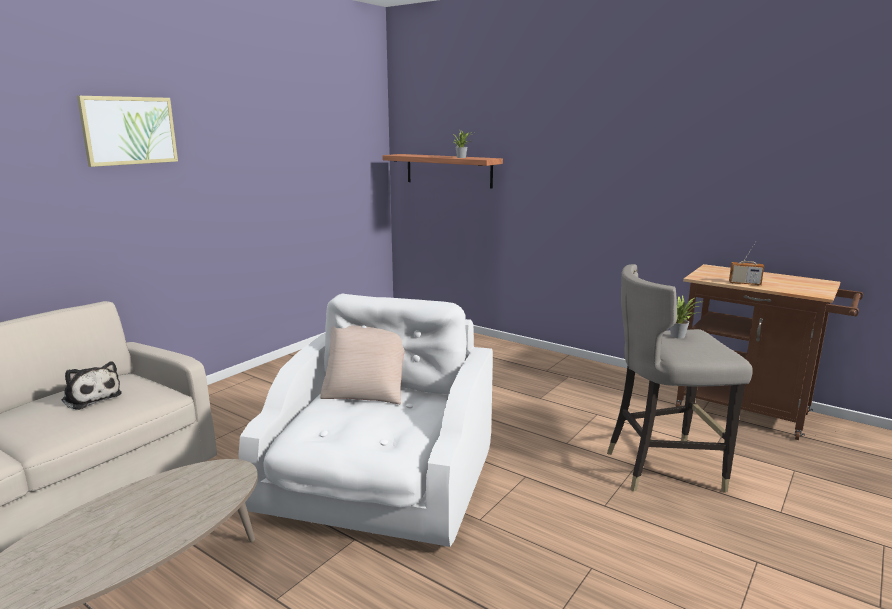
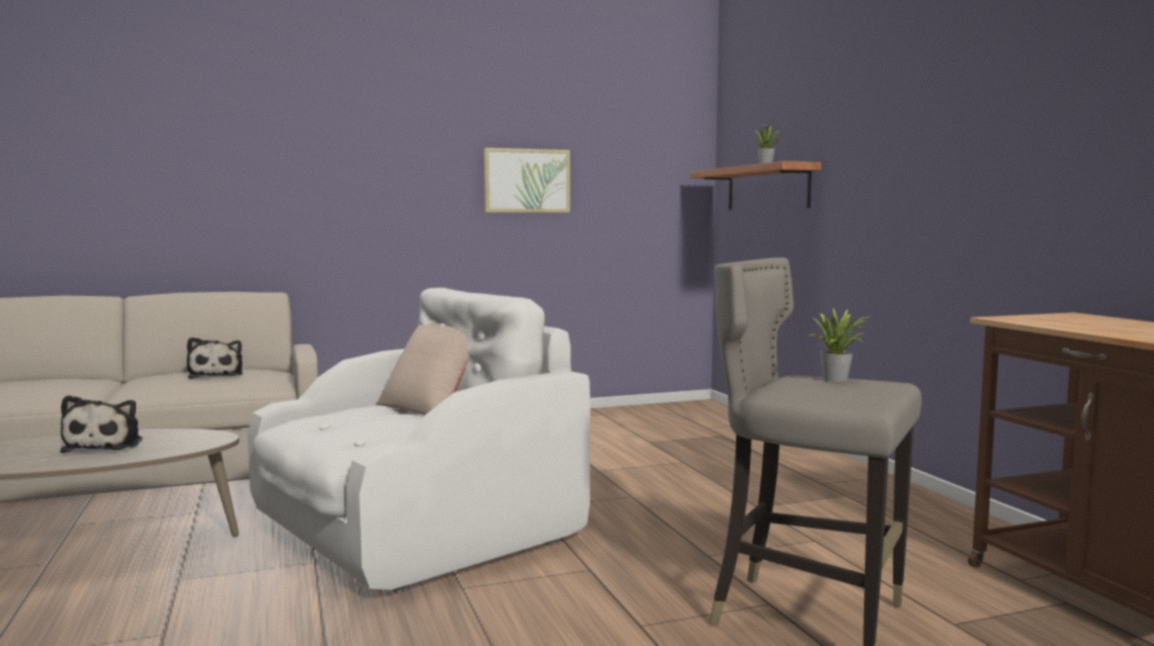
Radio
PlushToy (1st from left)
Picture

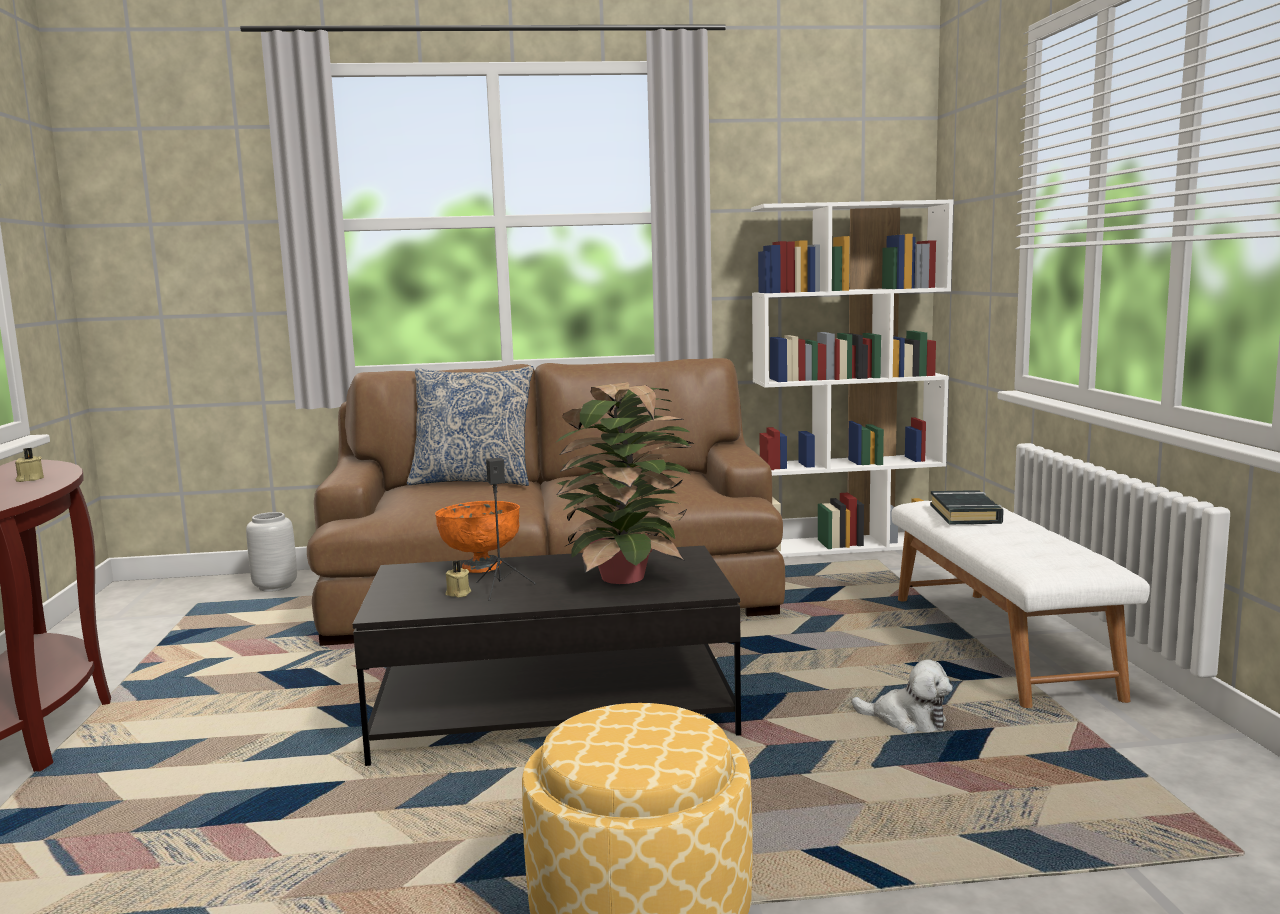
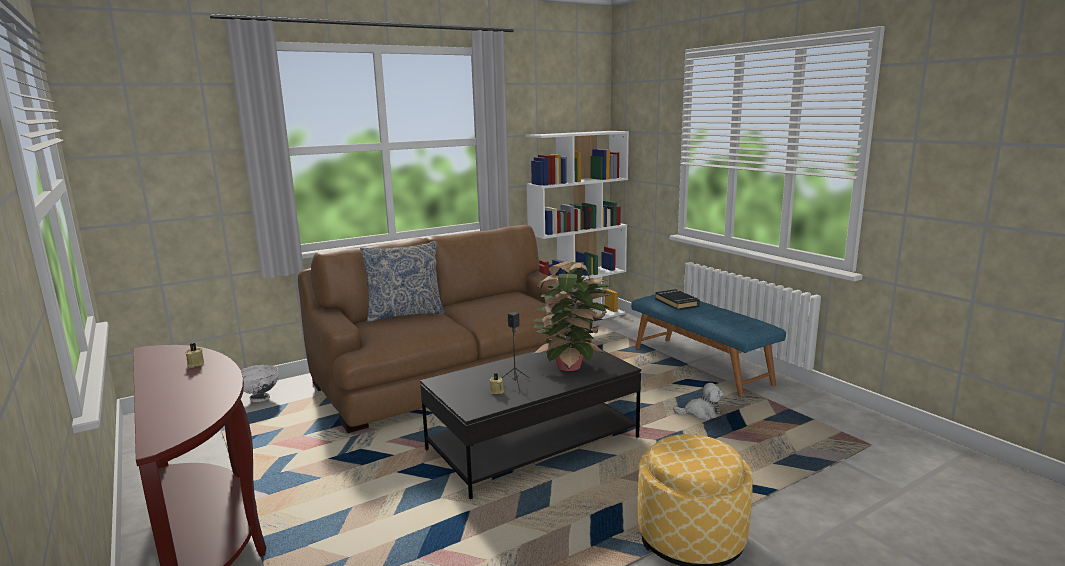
OrangeBowl
WhiteBowl
BlueBench

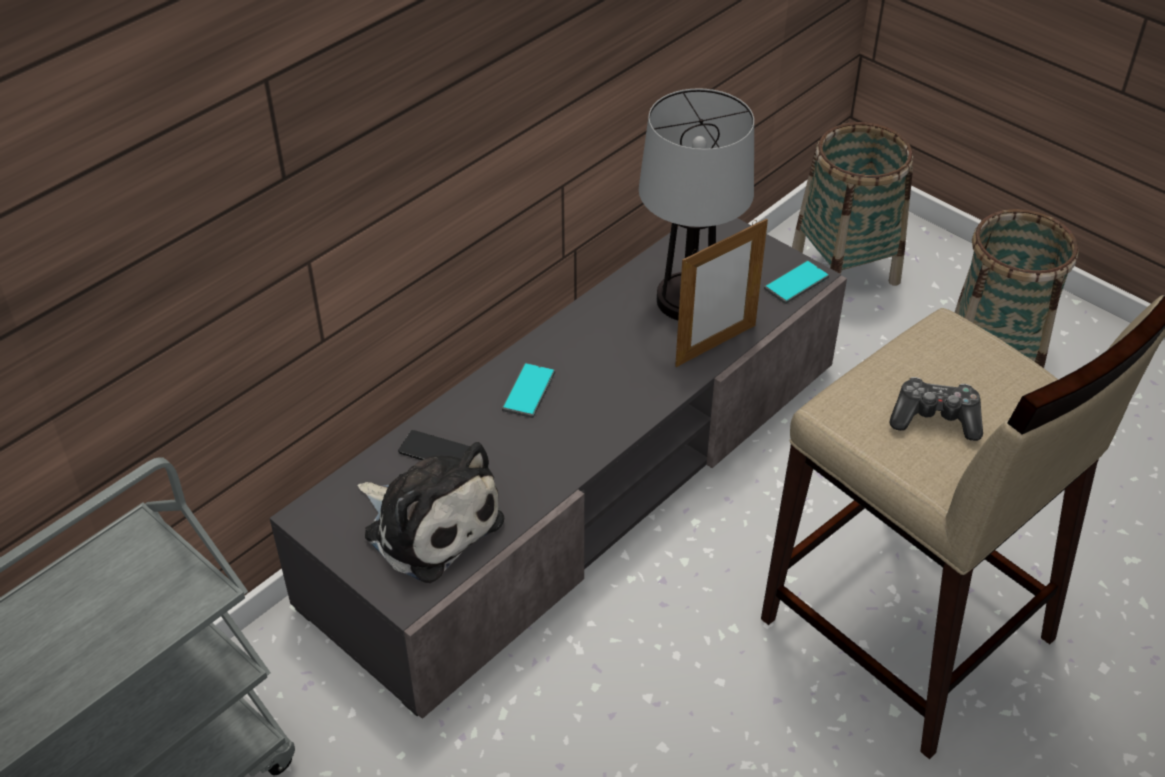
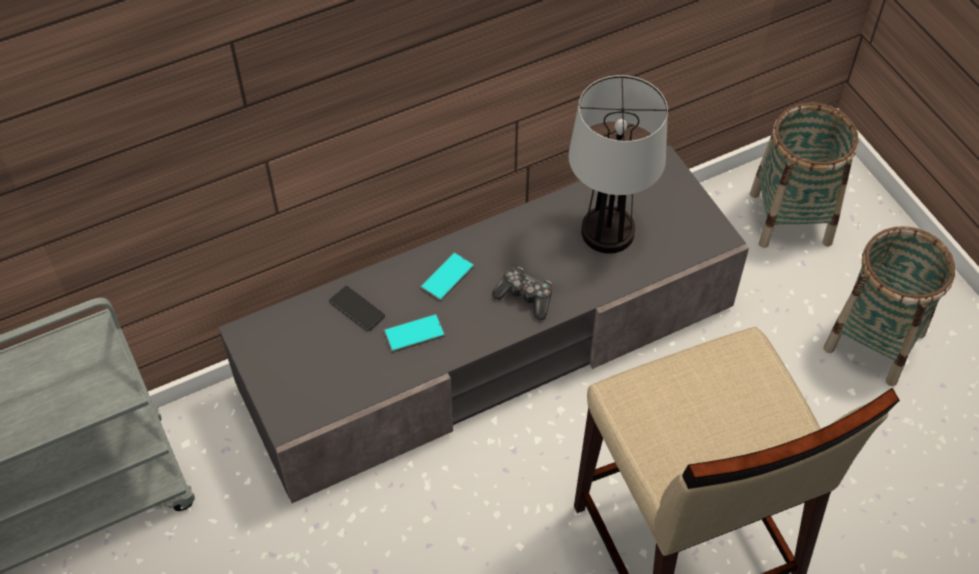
PlushToy
PictureFrame
Phone (2nd from left)
GameController

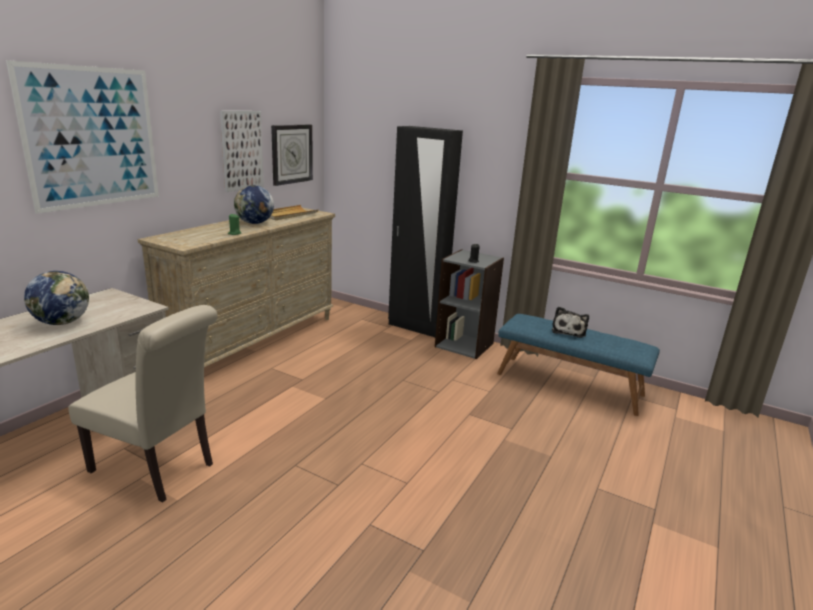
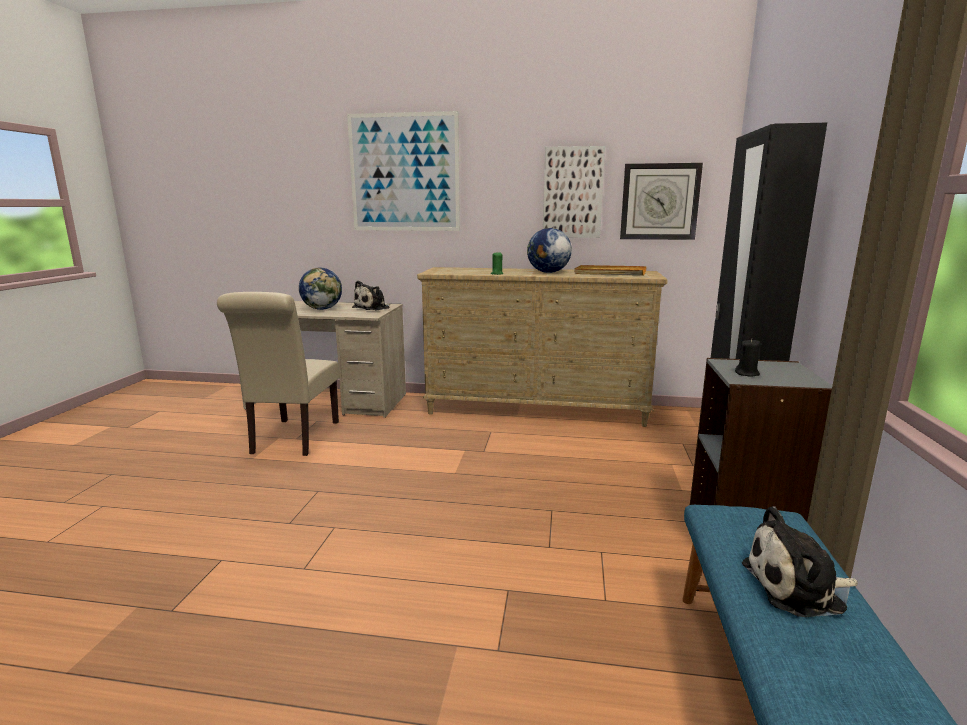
PlushToy (1st from left)

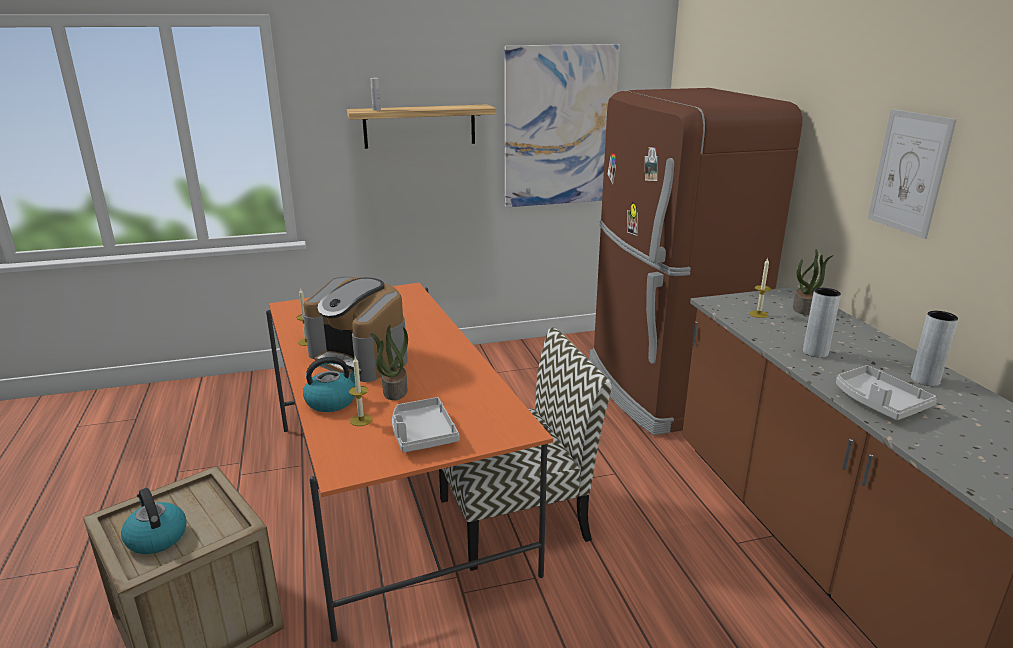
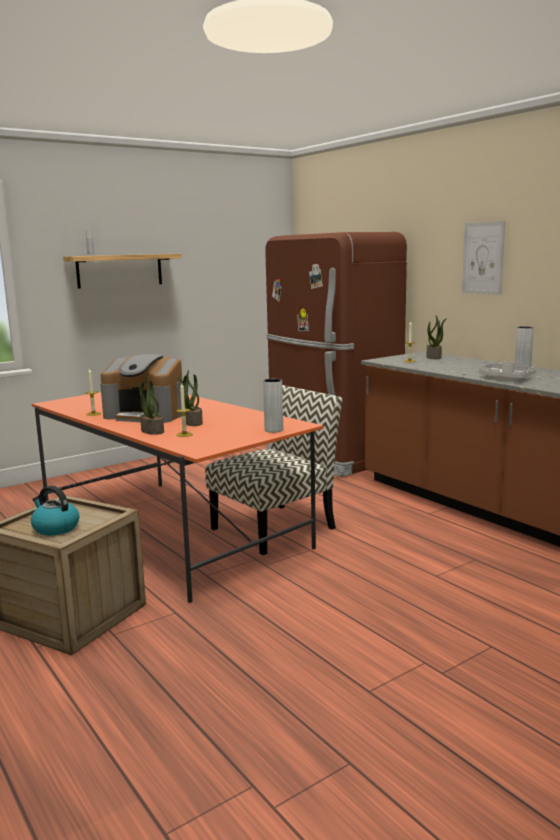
GreyTray (1st from left in the first image)
Picture (1st from left in the first image)
GreyVase (1st from left)
PottedPlant (1st from left)

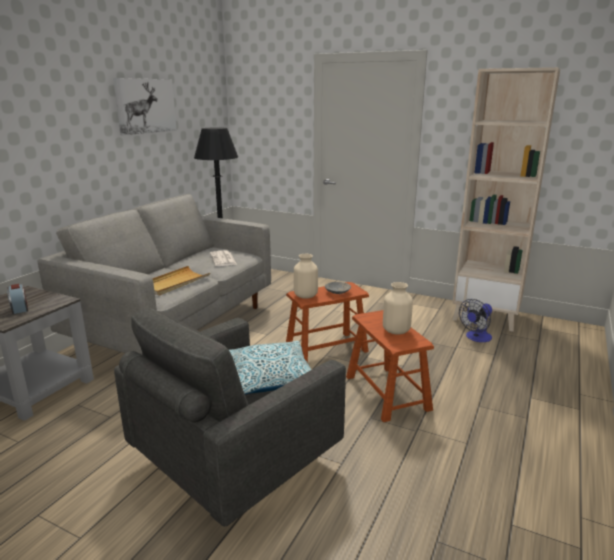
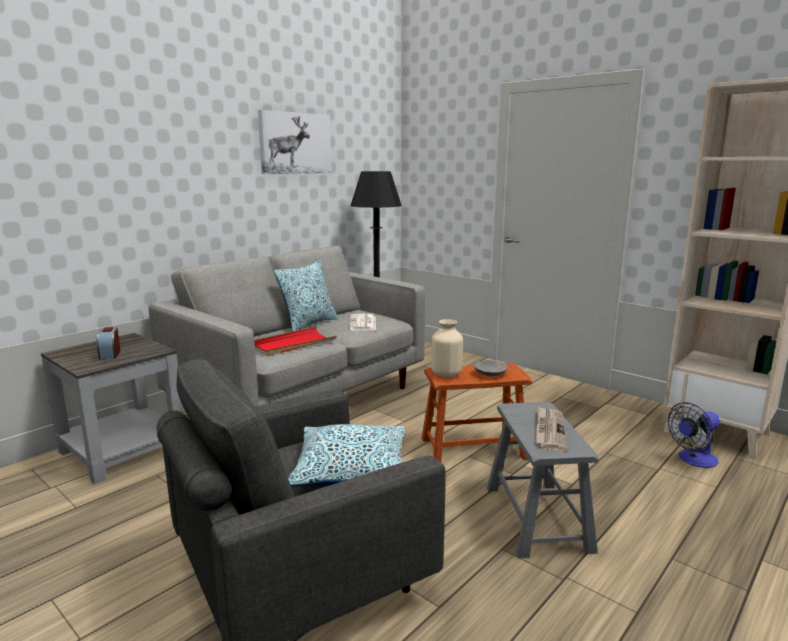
Pillow (1st from left)
Newspaper (2nd from left)
RedTray
GreyStool

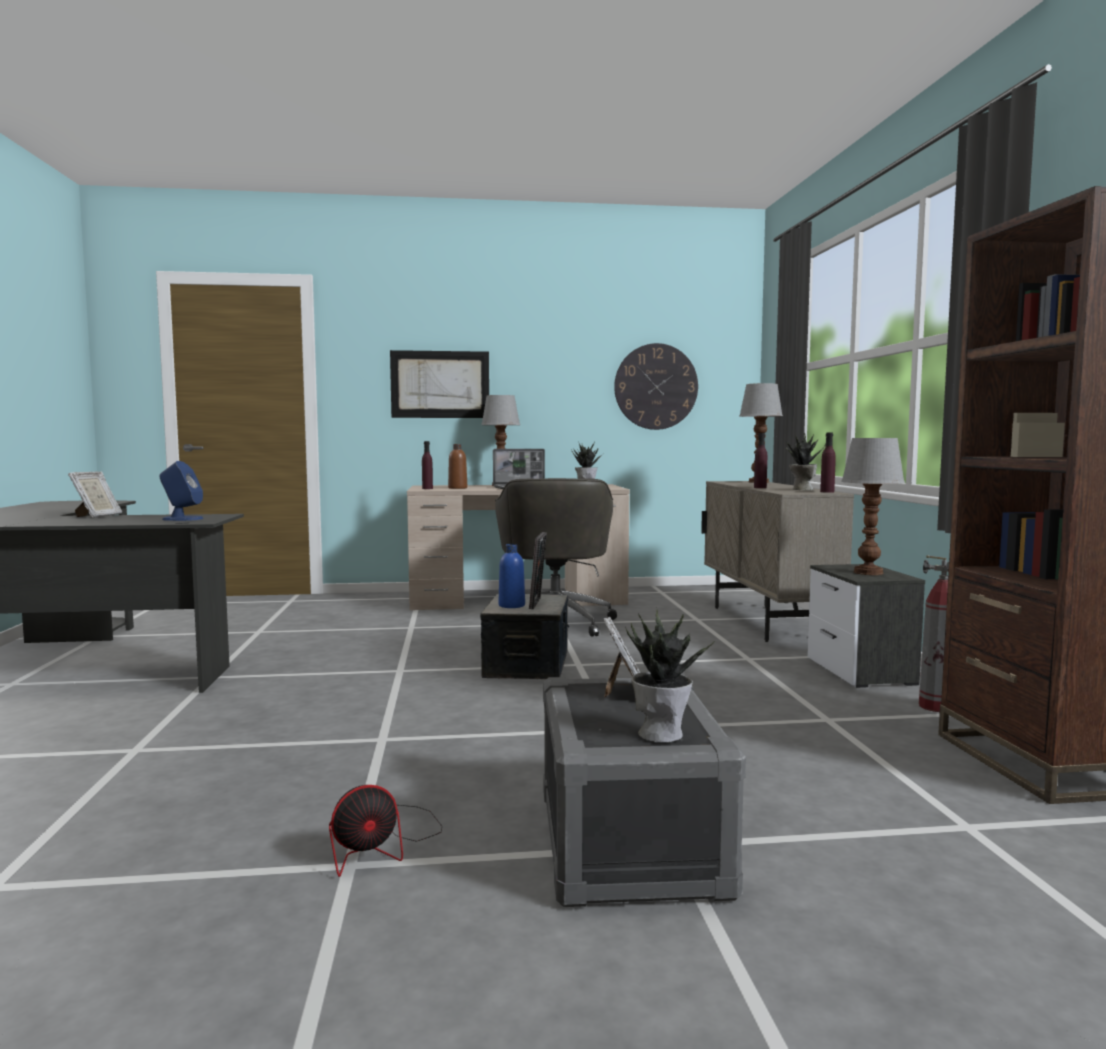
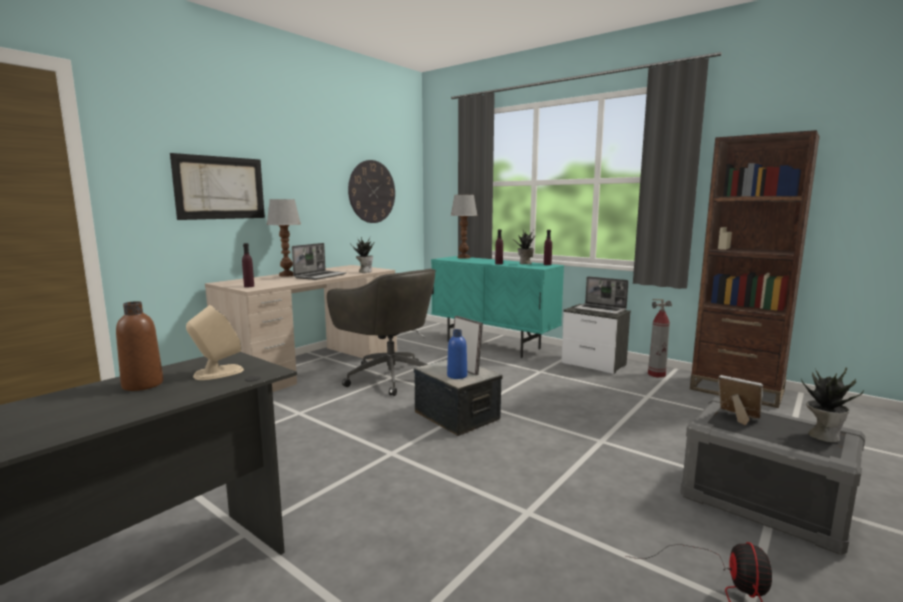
PictureFrame (1st from left in the first image)
BrownBottle
Laptop (2nd from left)
BeigeSpeaker
TurquoiseCabinet

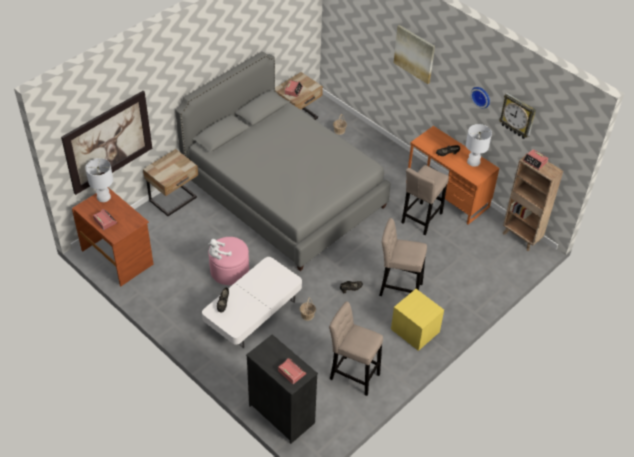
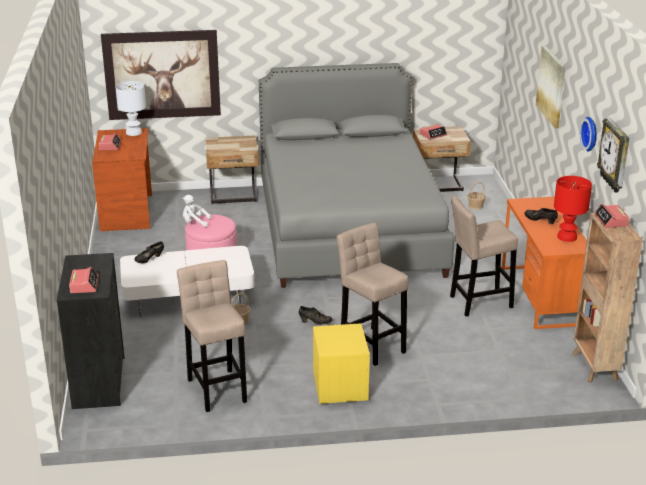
RedTableLamp

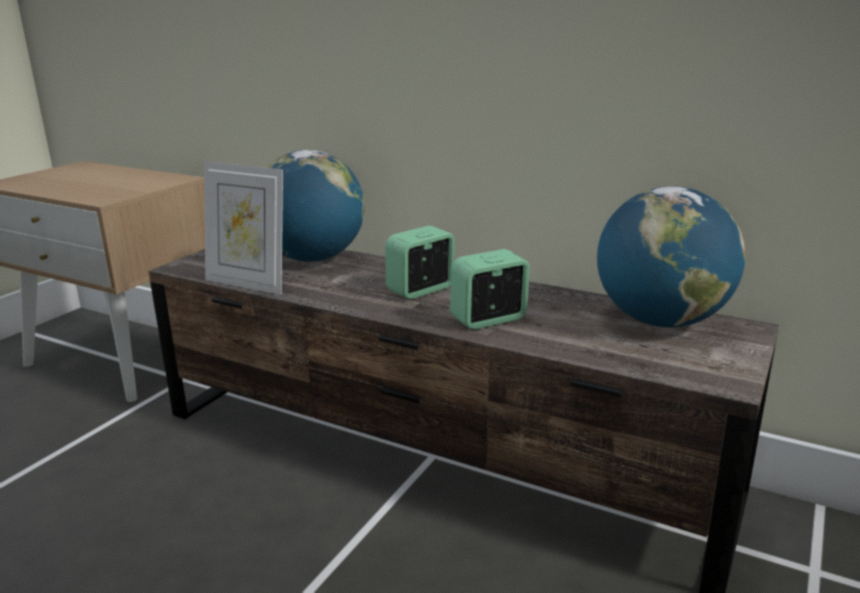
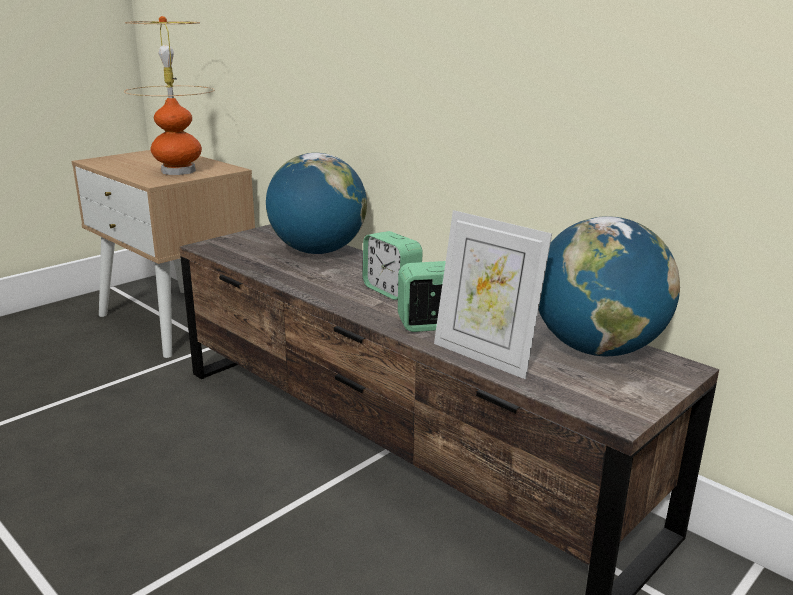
TableLamp
PictureFrame
AlarmClock (1st from left)

